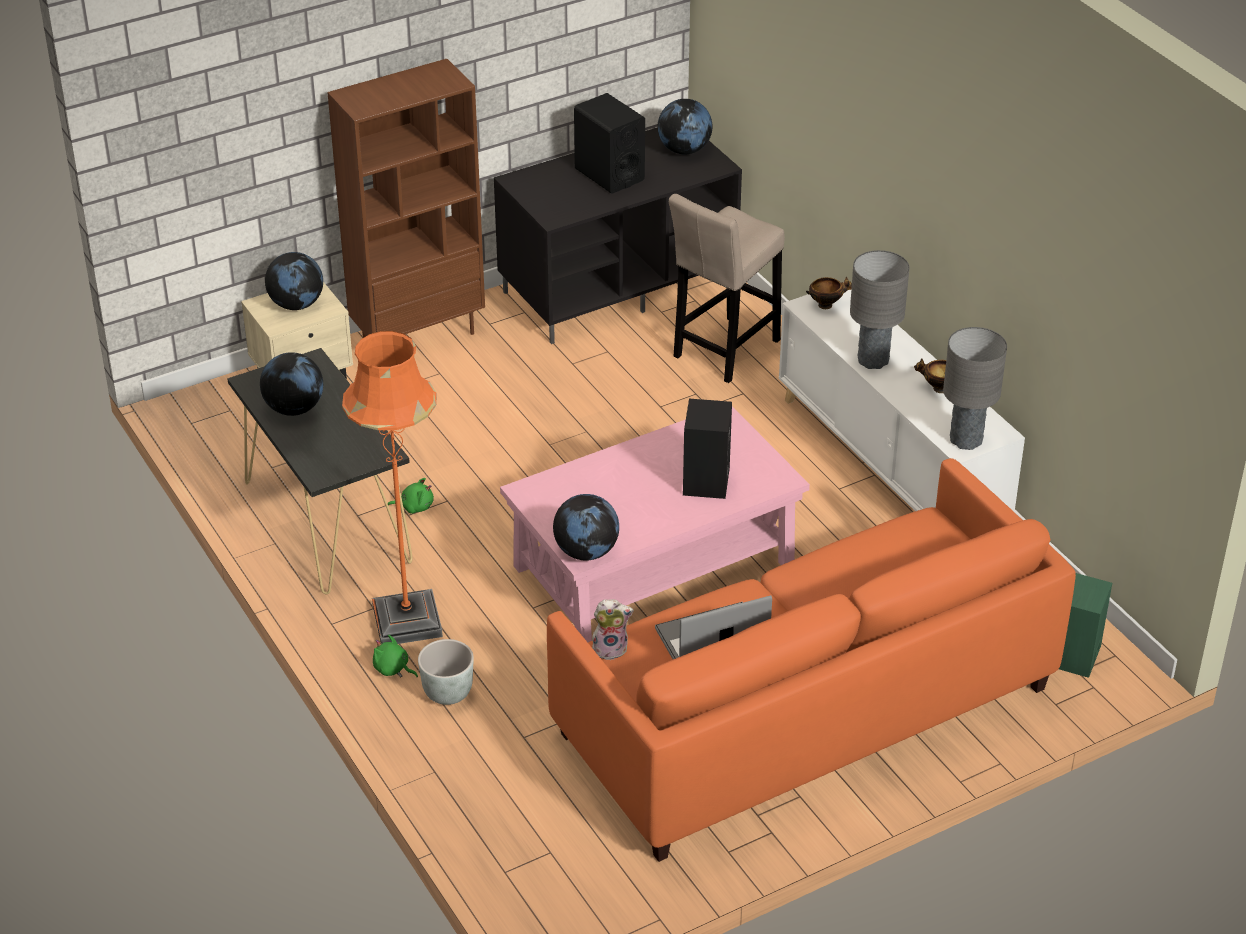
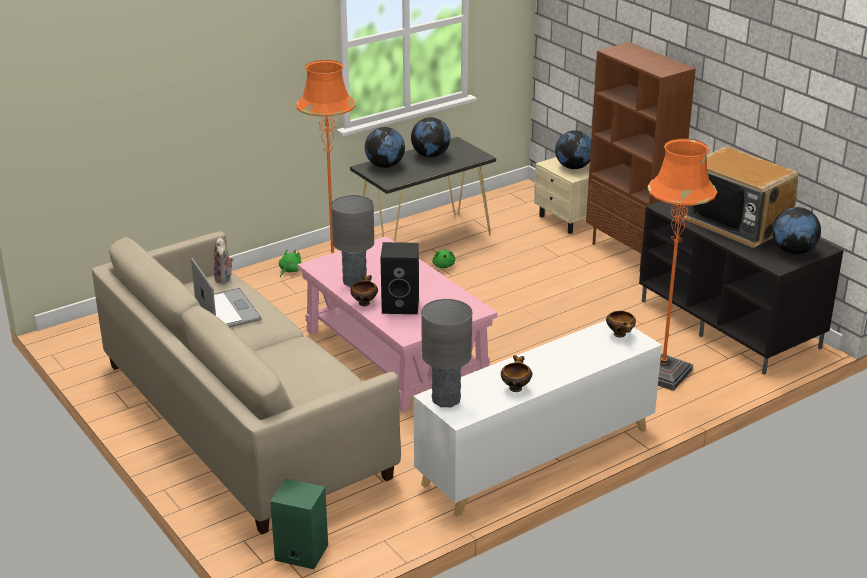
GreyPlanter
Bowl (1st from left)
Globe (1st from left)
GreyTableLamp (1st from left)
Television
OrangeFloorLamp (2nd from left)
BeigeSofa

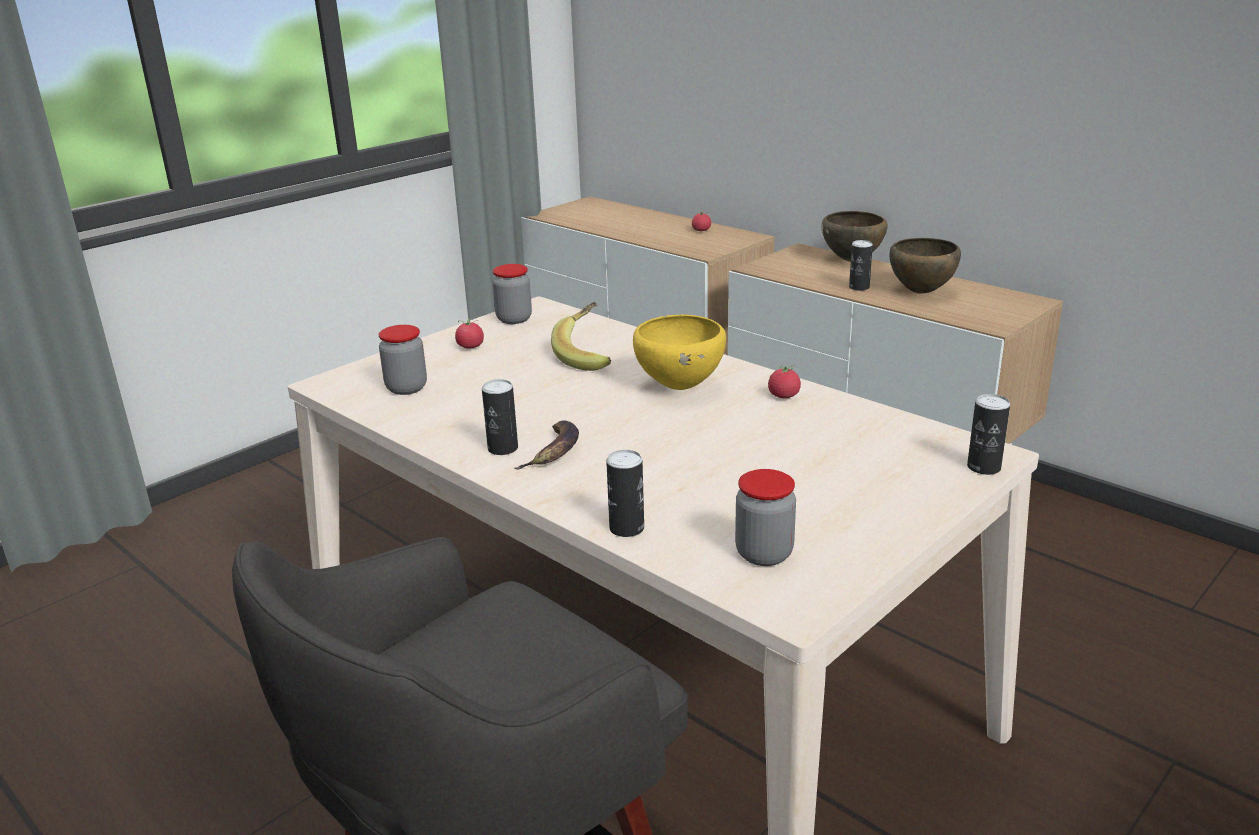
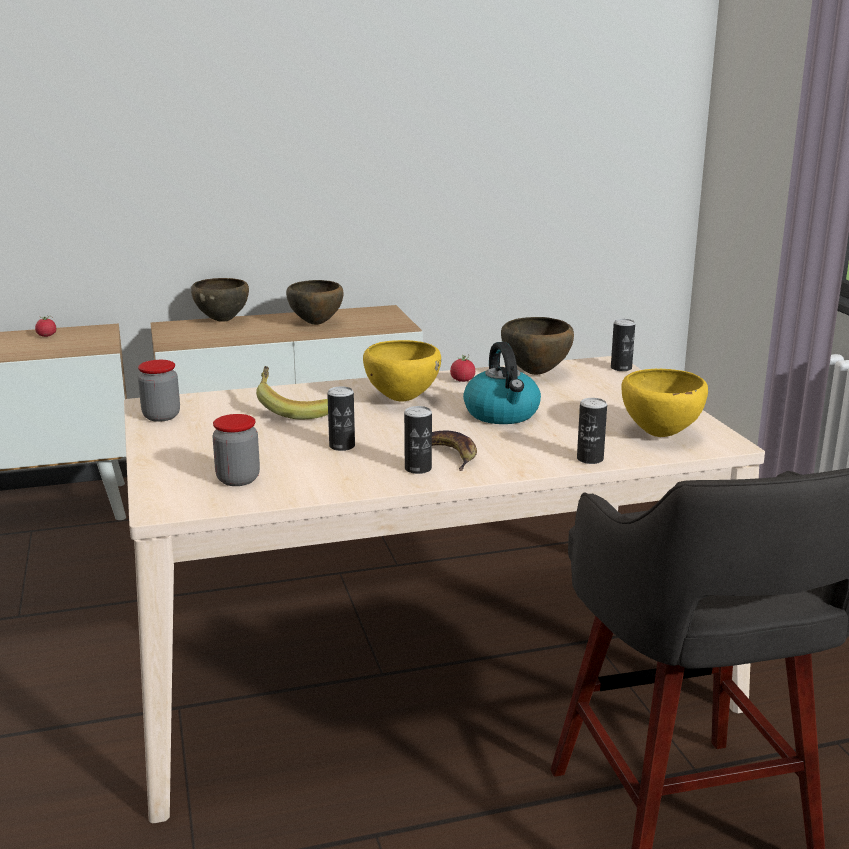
Tomato (1st from left in the first image)
Kettle
BrownBowl (3rd from left)
Can (1st from left)
YellowBowl (2nd from left)

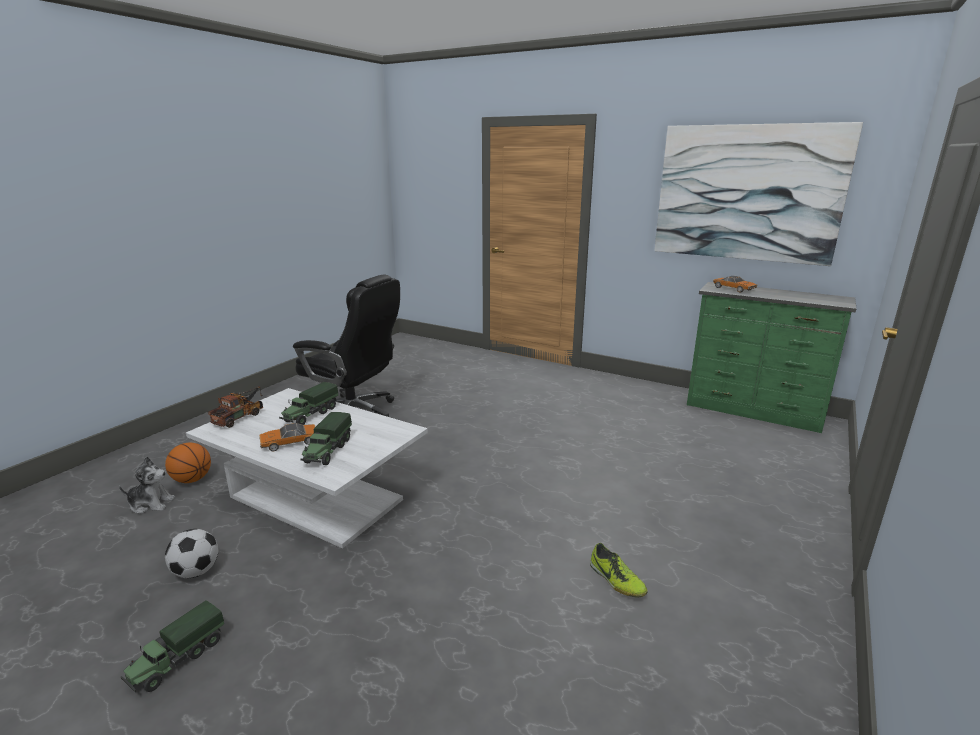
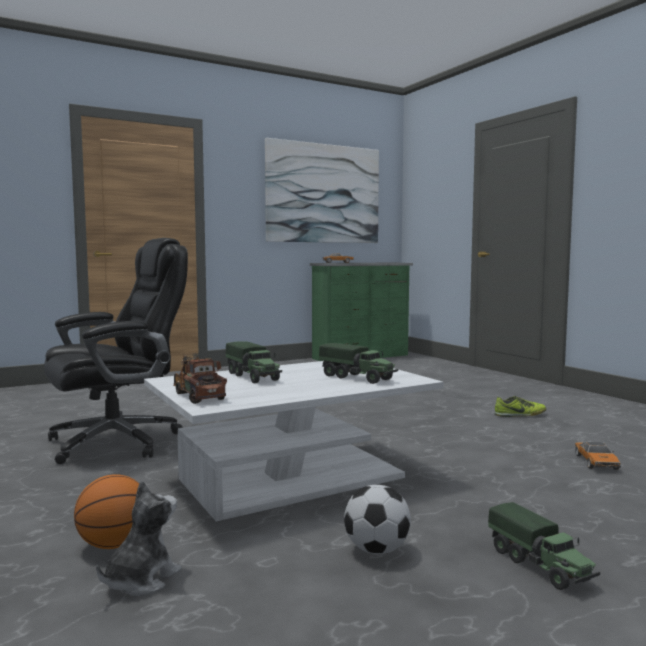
ToyCar (2nd from left)

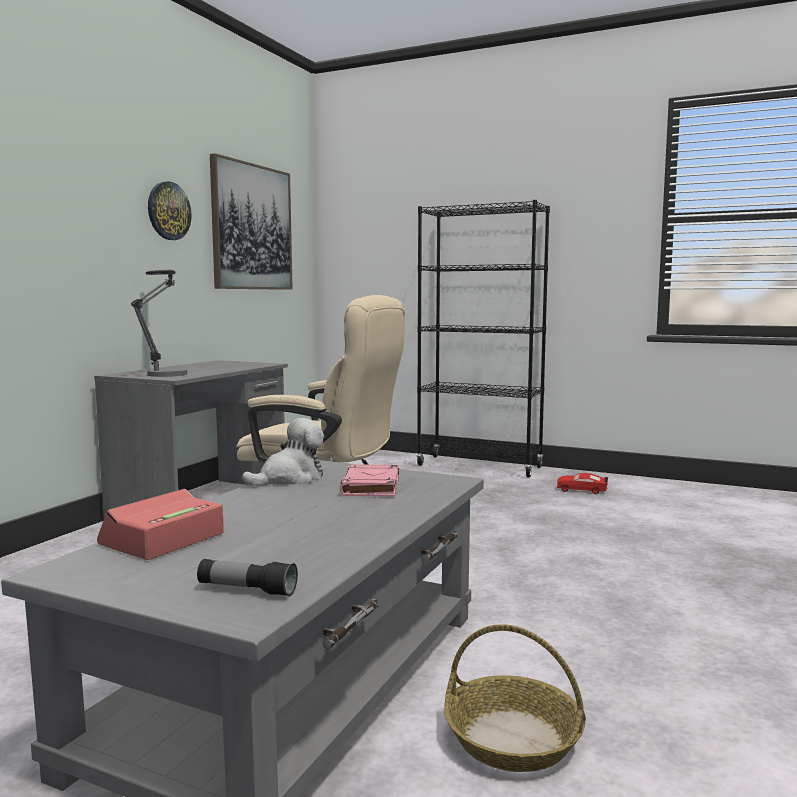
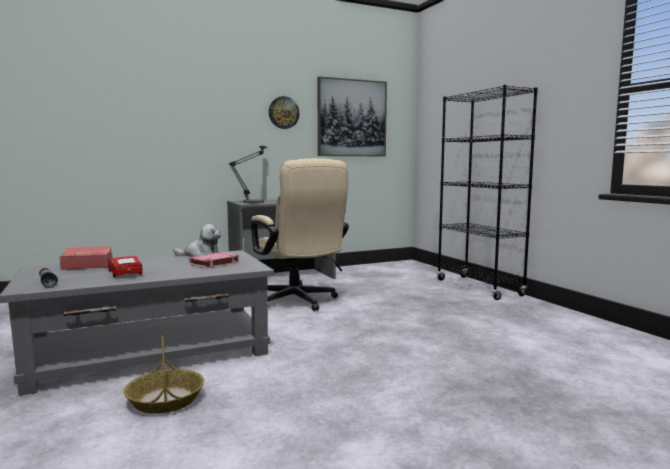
RedToyCar

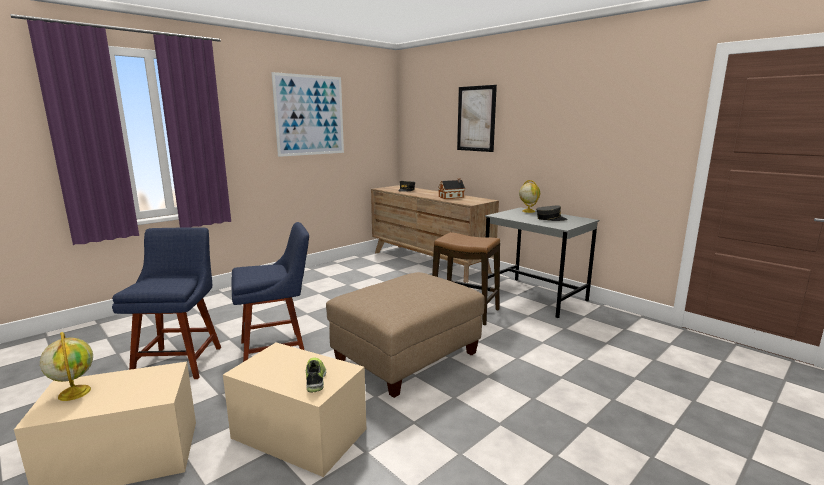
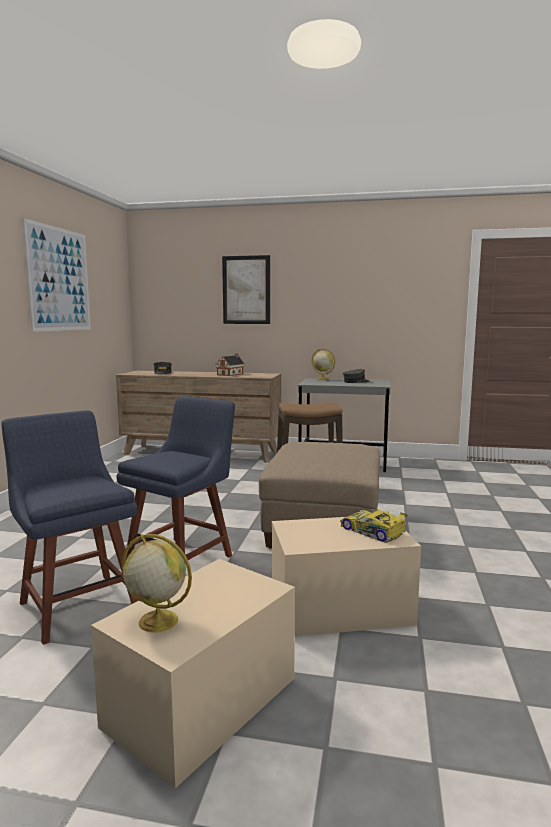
ToyCar

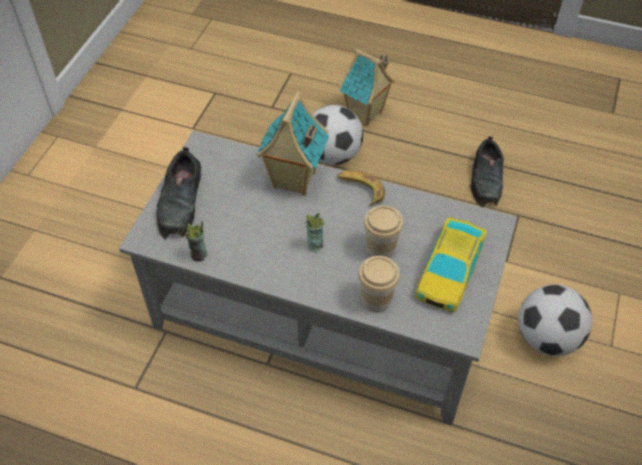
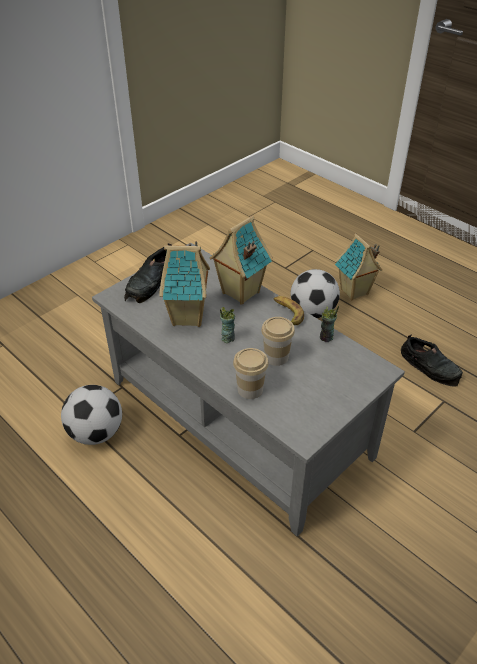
ToyCar
ToyHouse (1st from left)
Cup (4th from left)
Football (1st from left)
BlackShoe (2nd from left)

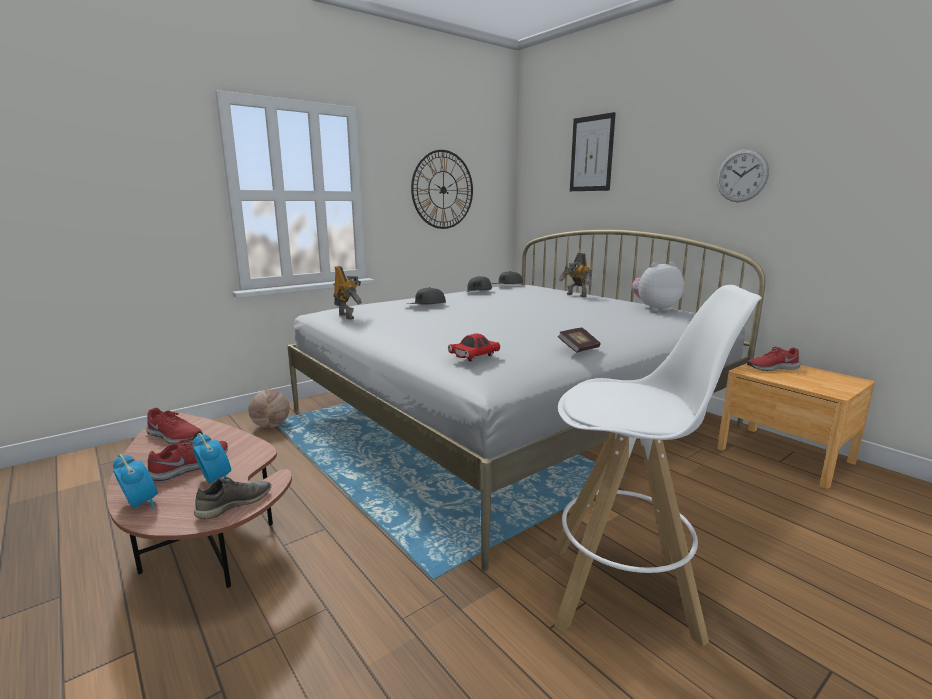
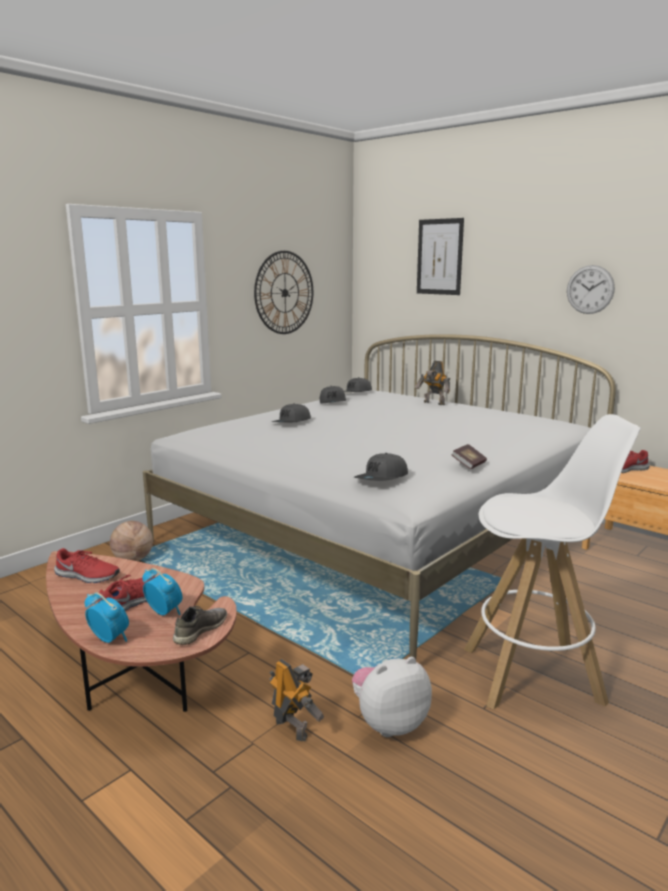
ToyRobot (1st from left)
PlushToy
GreyCap (4th from left)

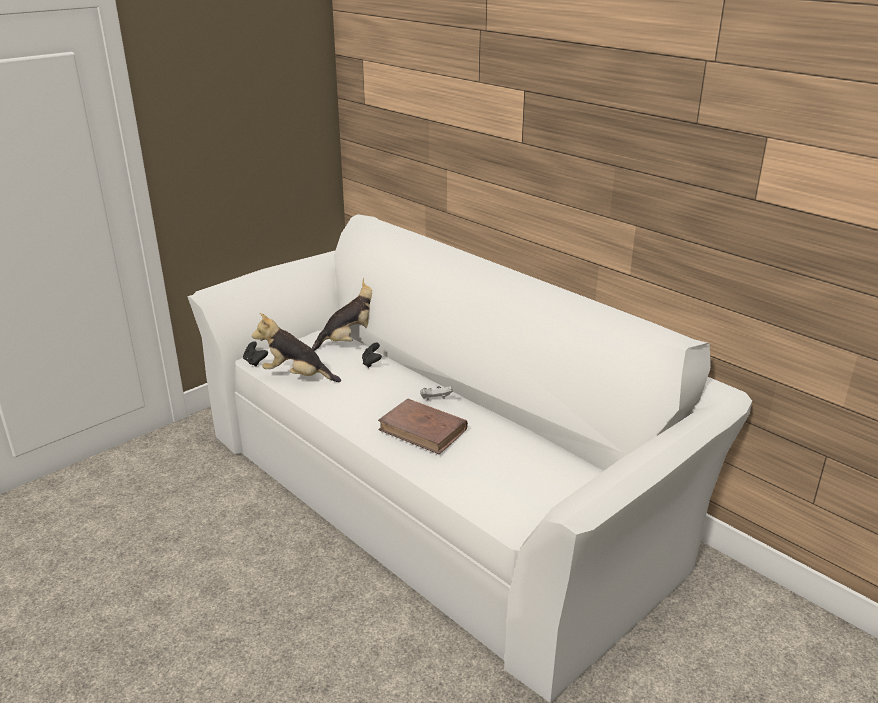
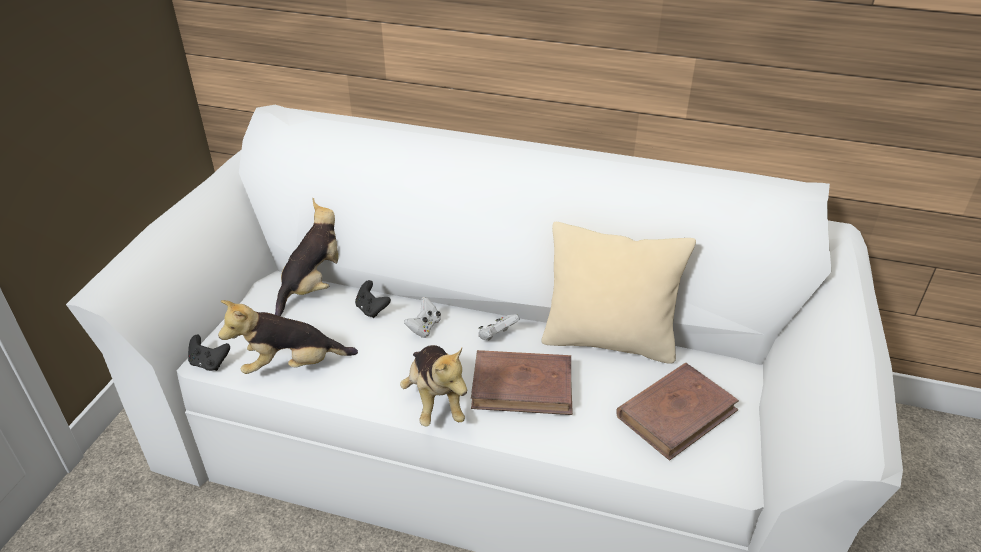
PlushToy (3rd from left)
WhiteGameController (1st from left)
BeigePillow
BrownBook (2nd from left)

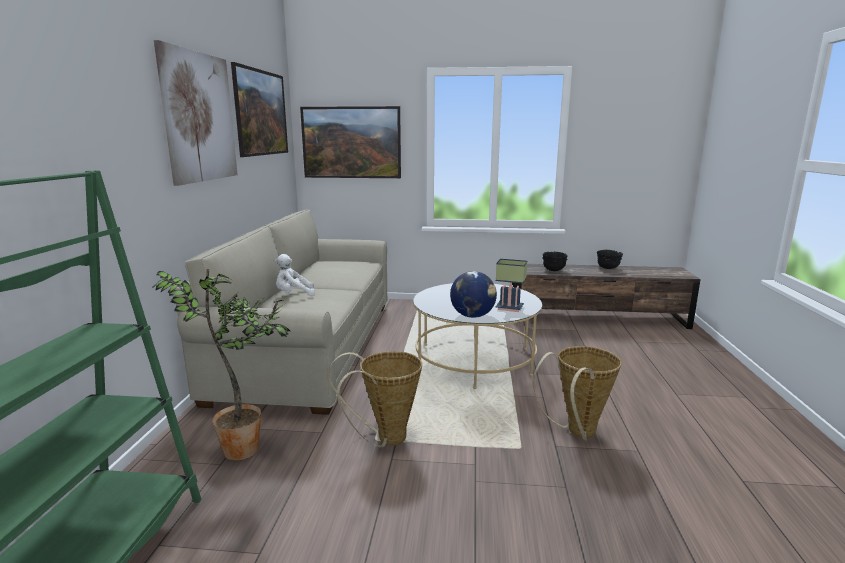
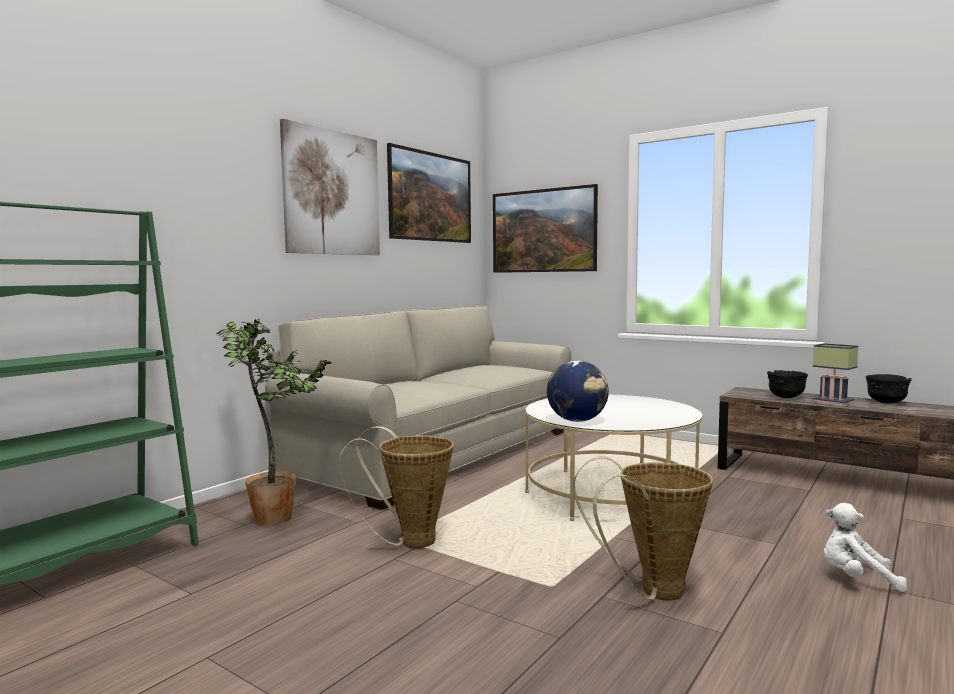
WhitePlushToy
TableLamp

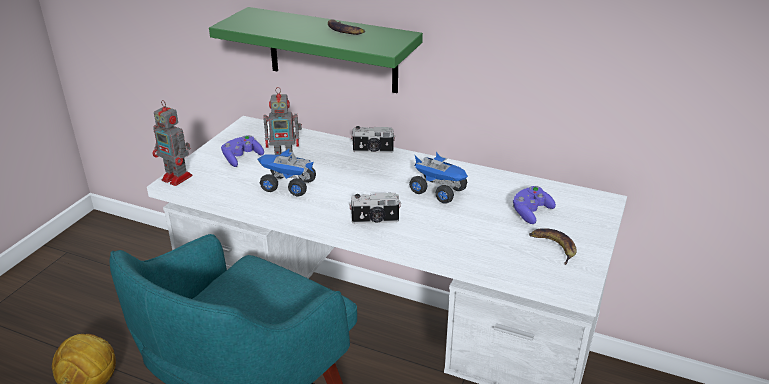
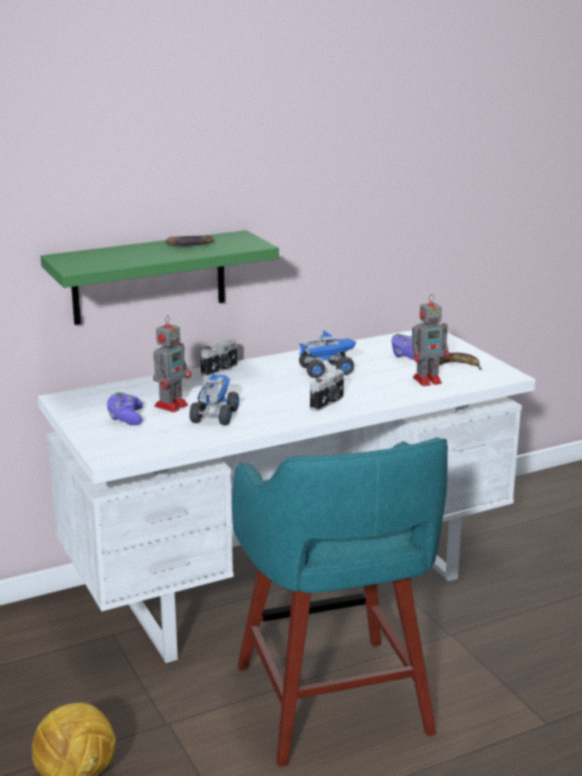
ToyRobot (2nd from left)
ToyTruck (1st from left)

